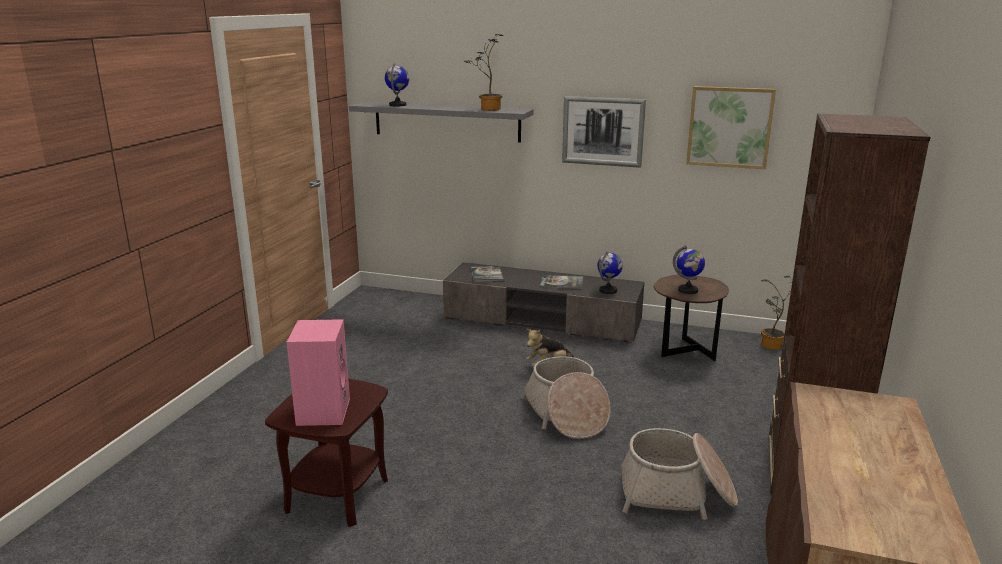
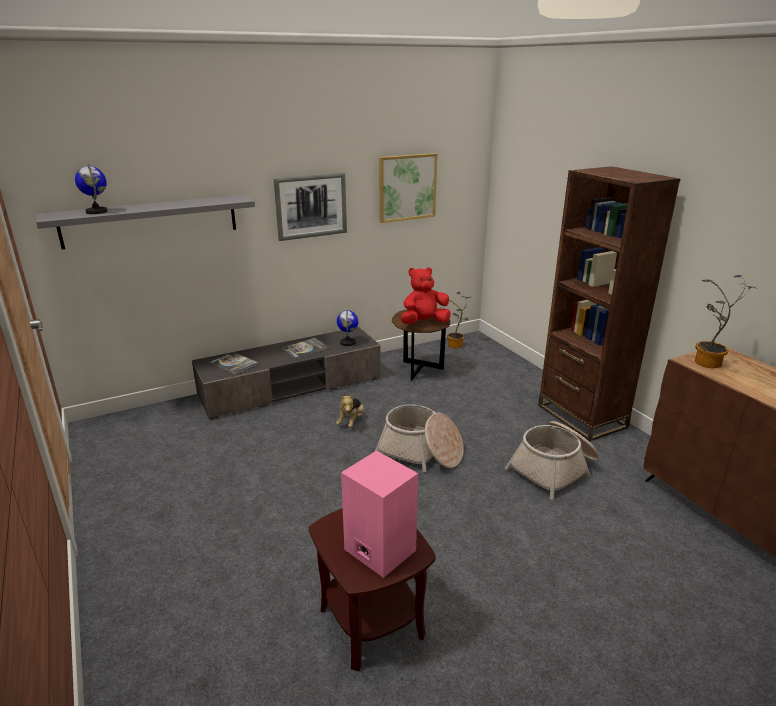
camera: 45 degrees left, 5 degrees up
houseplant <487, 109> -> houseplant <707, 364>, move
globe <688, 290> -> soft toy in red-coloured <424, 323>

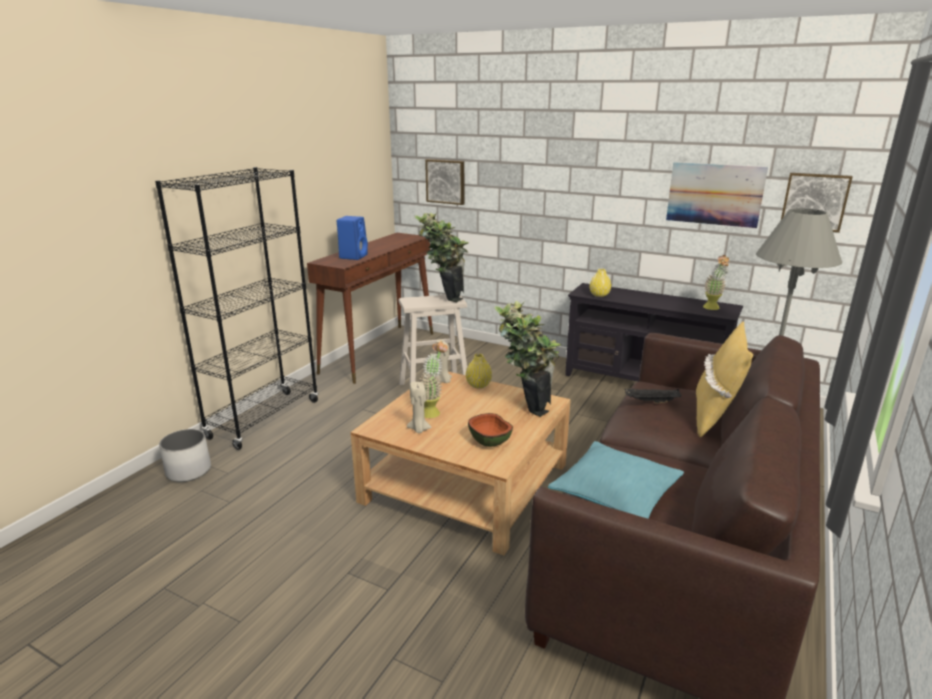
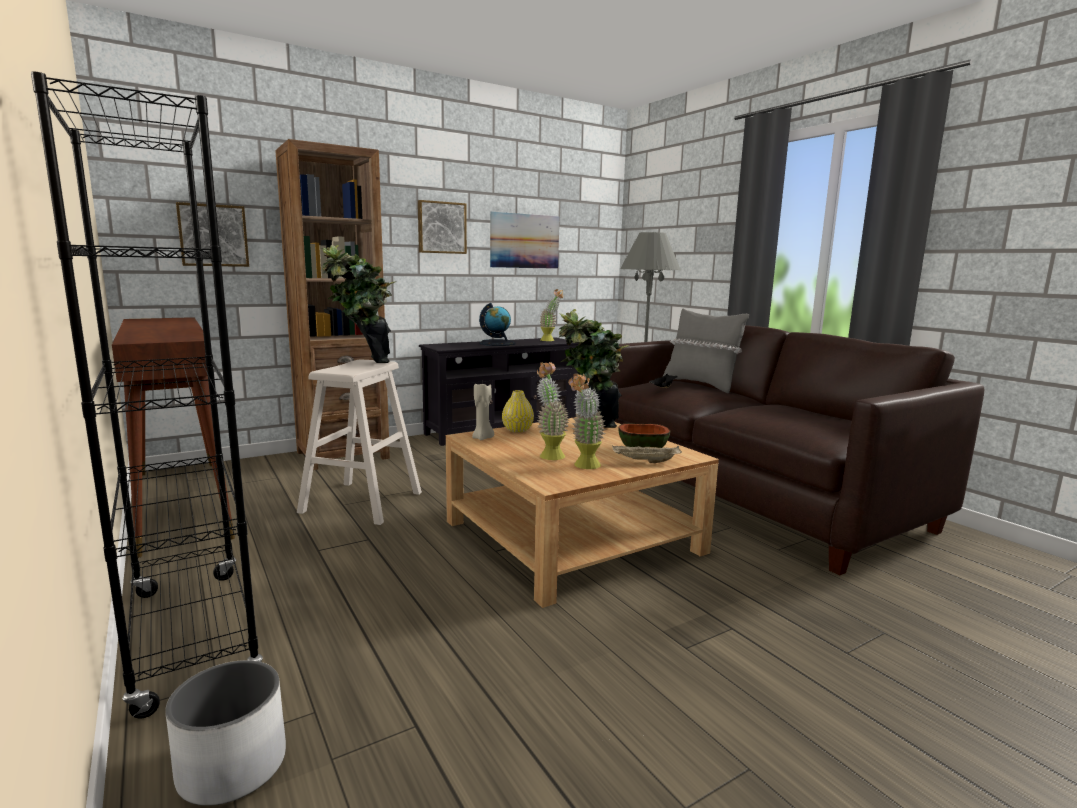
camera: 60 degrees left, 10 degrees down
wall art <814, 201> -> wall art <441, 227>, move
speaker in bluish <353, 256> -> none
flower vase in yellow-coloured <599, 295> -> none
pillow in yellow-coloured <714, 417> -> pillow in greyish <700, 385>
wax candle in sand-coloured <419, 429> -> houseplant <584, 467>
pillow in turquoise-coloured <615, 493> -> none
none -> bookcase in brown-coloured <342, 455>
none -> globe <497, 343>
none -> serving tray in sand-coloured <645, 462>

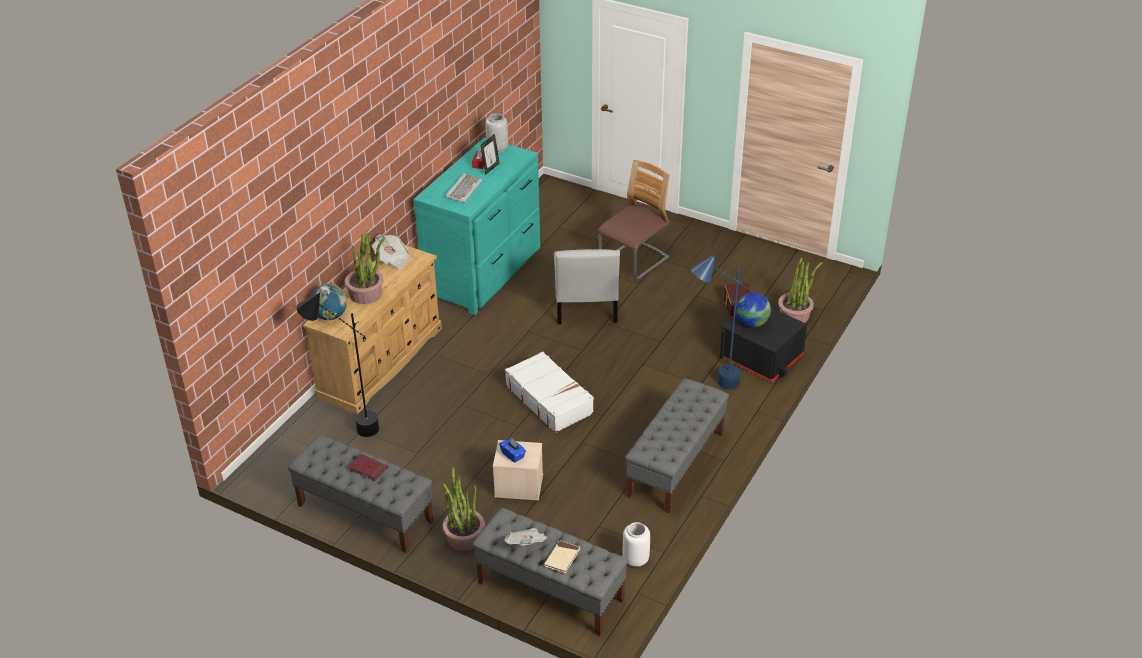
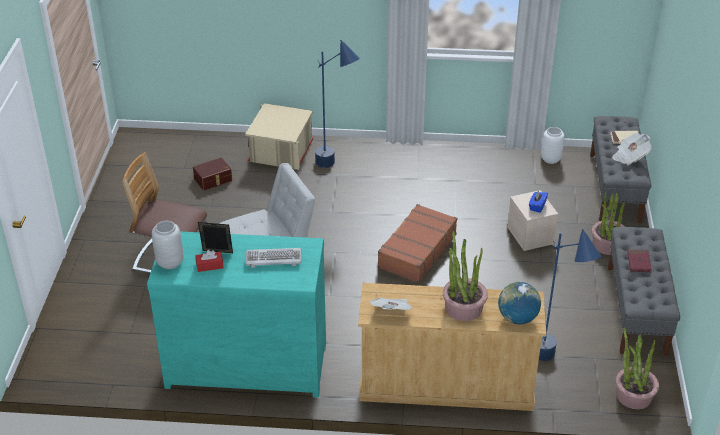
camera: 115 degrees left, 0 degrees up
houseplant <794, 315> -> houseplant <633, 395>, move
globe <751, 323> -> none
floor lamp in black-coloured <348, 429> -> floor lamp in bluish <554, 365>
storage container in black-coloured <761, 356> -> storage container in sand-coloured <280, 152>
suitcase in whitish <549, 399> -> suitcase in brown-coloured <416, 251>
indoor bench in greyish <676, 465> -> none

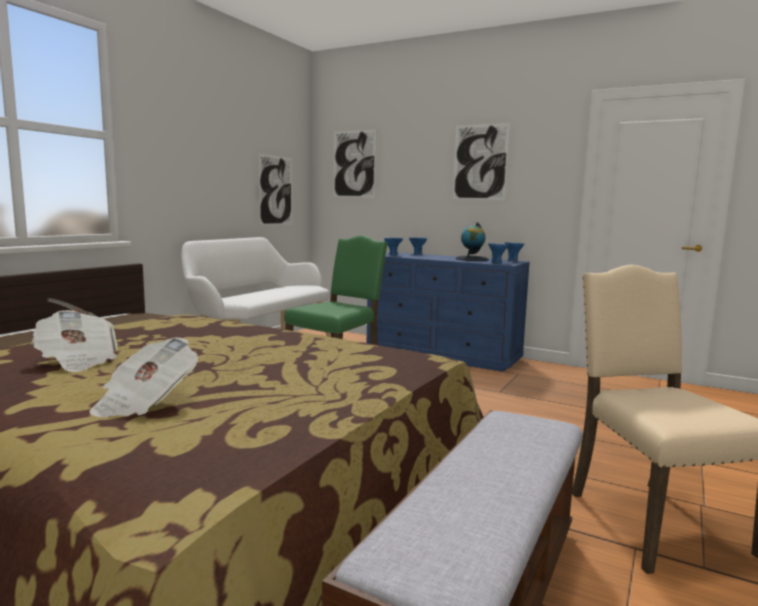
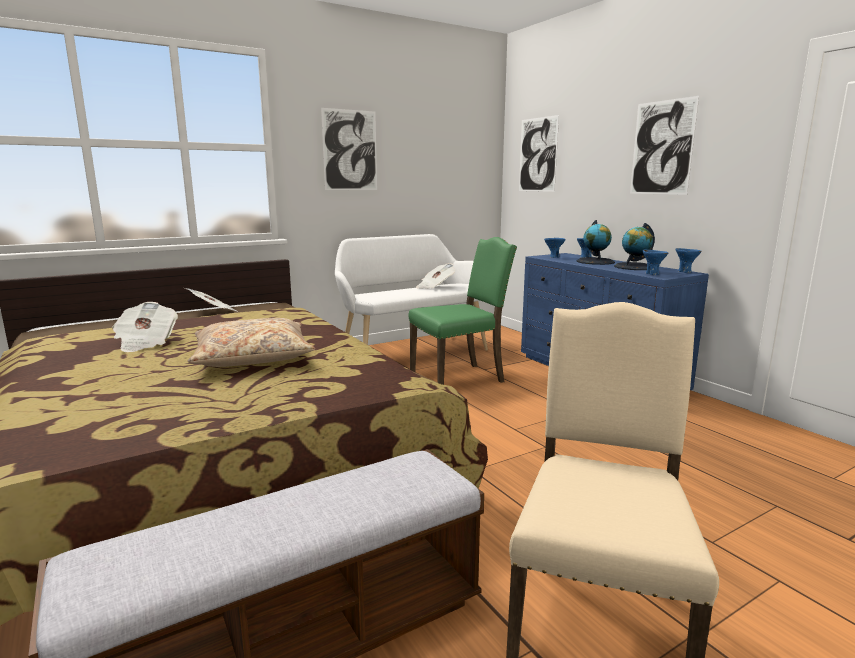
camera: 30 degrees right, 5 degrees up
wall art <275, 190> -> wall art <350, 150>, move
daily paper <145, 403> -> daily paper <435, 287>, move
none -> globe <595, 261>
none -> pillow in sand-coloured <252, 357>

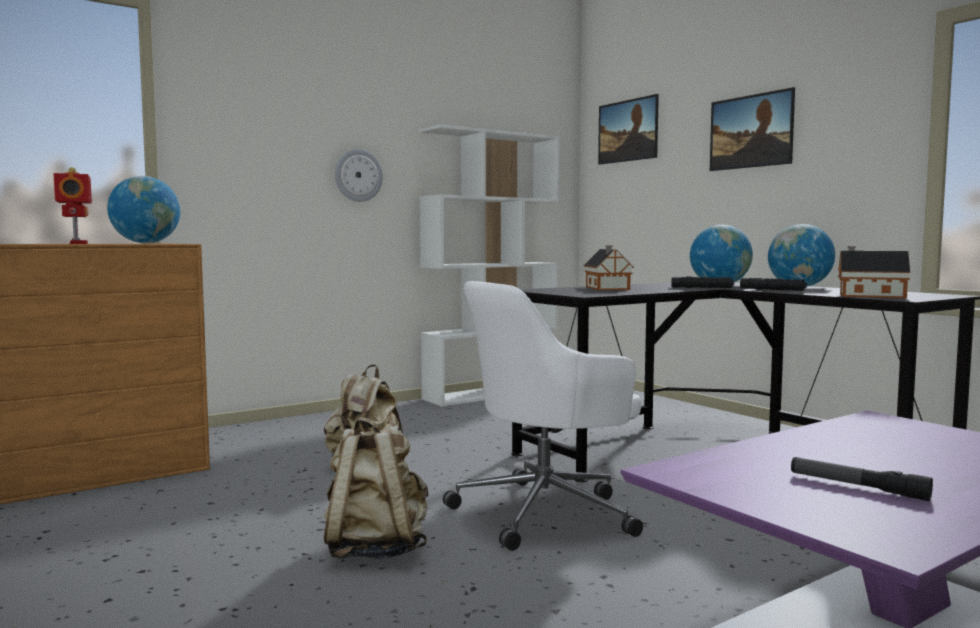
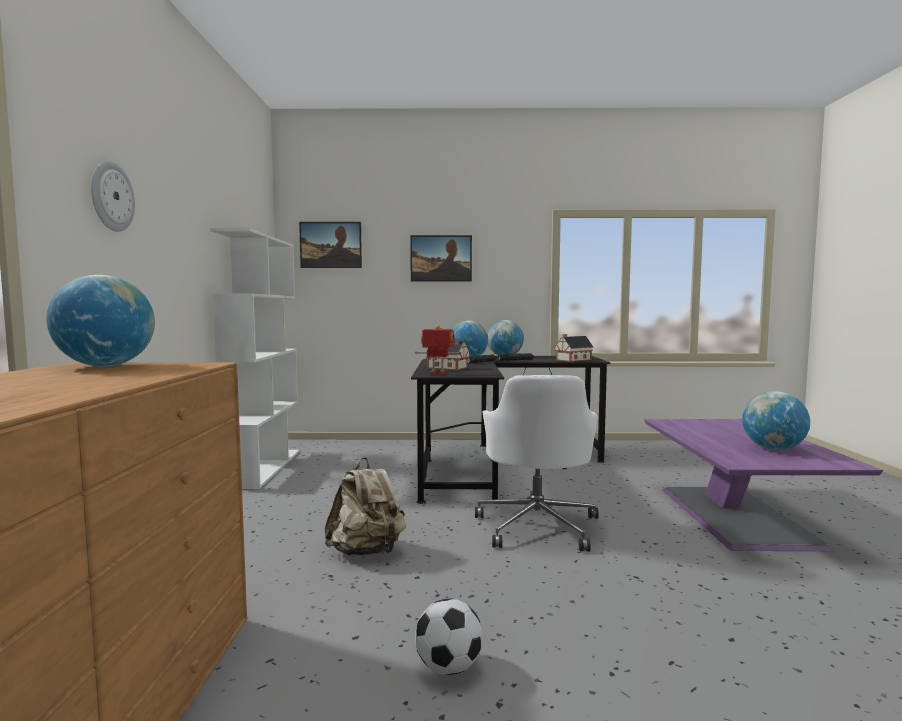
camera: 55 degrees left, 0 degrees up
wall clock <358, 175> -> wall clock <111, 197>, move
robot figure <76, 243> -> robot figure <438, 373>, move
knapsack in sand-coloured <375, 550> -> none
torch <857, 487> -> globe <773, 449>
none -> football ball <448, 667>

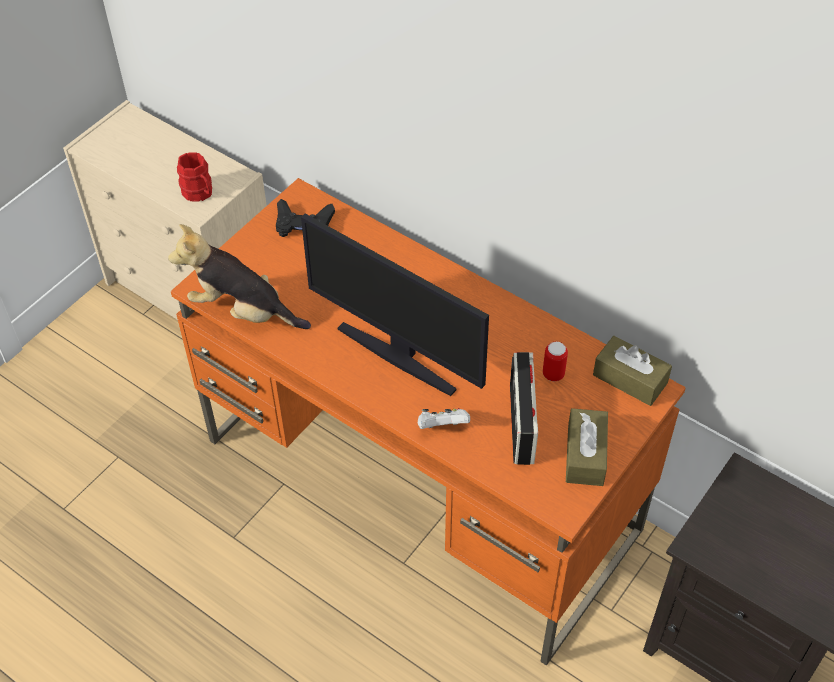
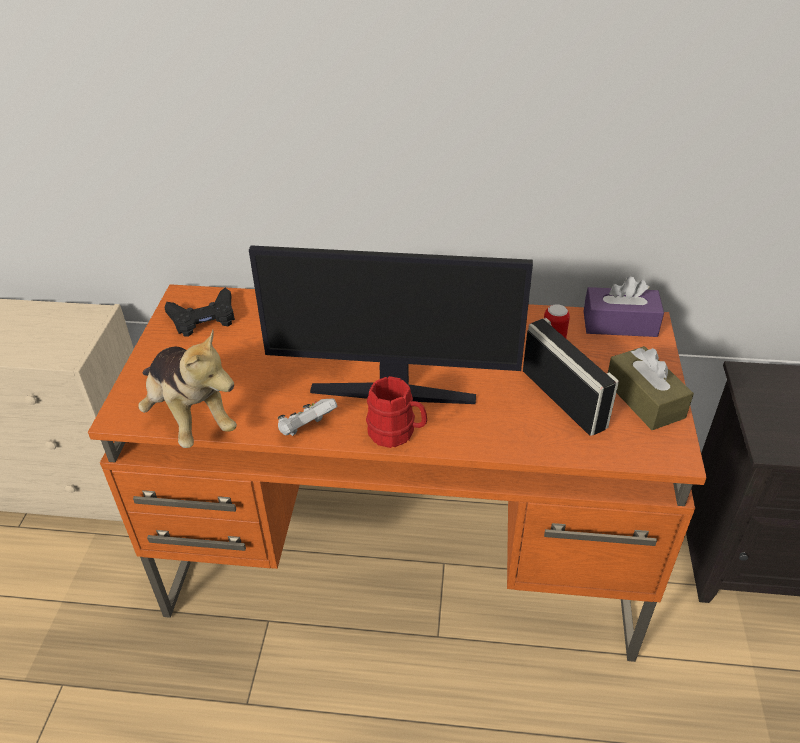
camera: 30 degrees left, 10 degrees down
tea mug in red-coloured <200, 193> -> tea mug in red-coloured <397, 433>, move
soft toy <242, 311> -> soft toy <190, 417>, 120 degrees counterclockwise
tissue box in brown-coloured <630, 379> -> tissue box in purplish <619, 324>
game controller in whitish <442, 427> -> game controller in whitish <306, 429>, move

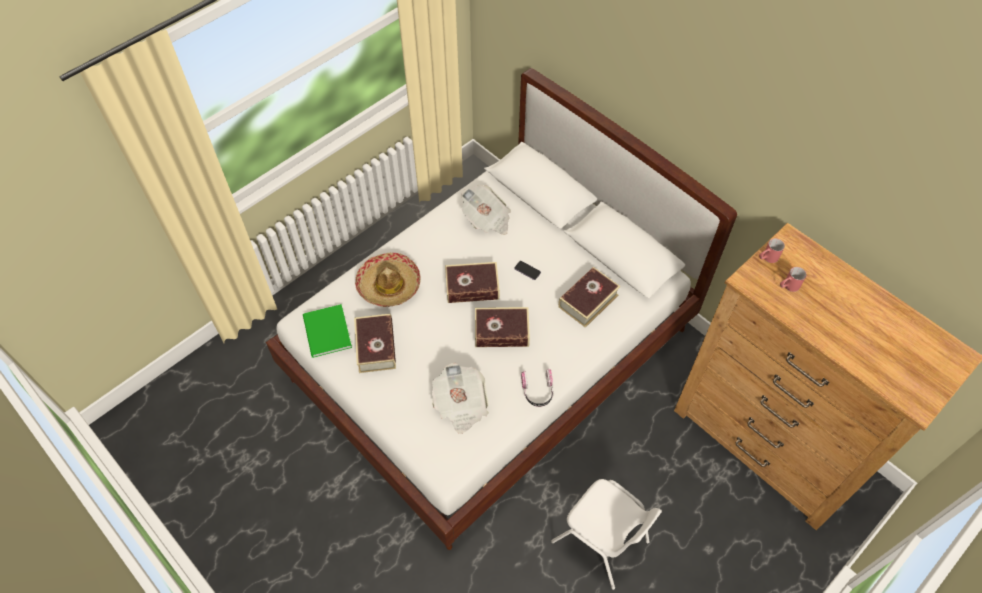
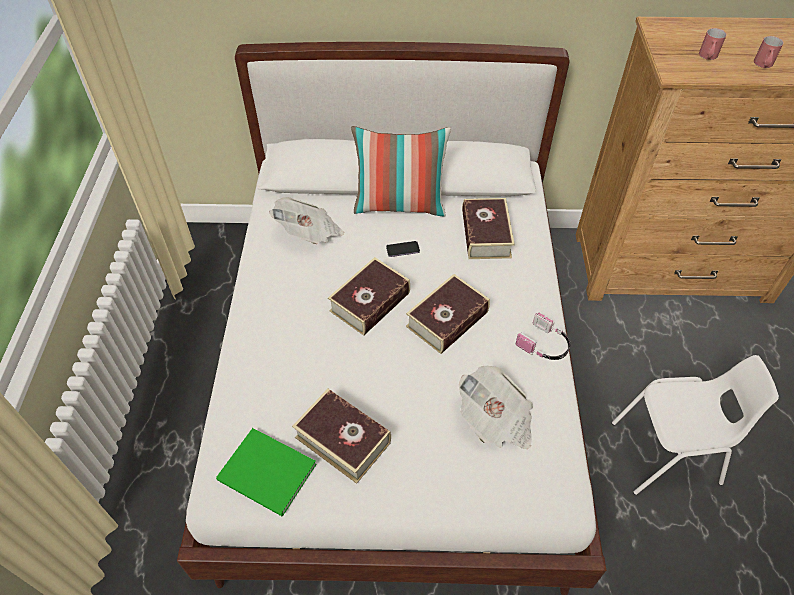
camera: 45 degrees left, 5 degrees down
tea mug in red-coloured <767, 258> -> tea mug in red-coloured <763, 65>, move
clothing hat <389, 285> -> none
none -> pillow <400, 205>

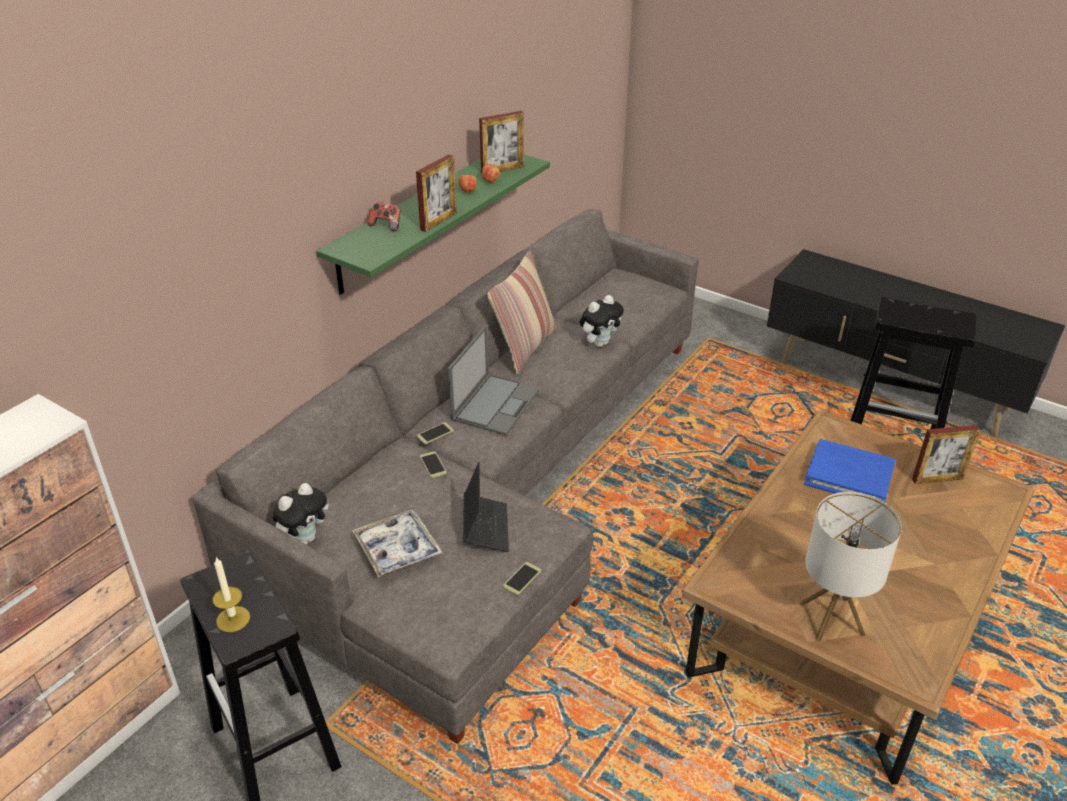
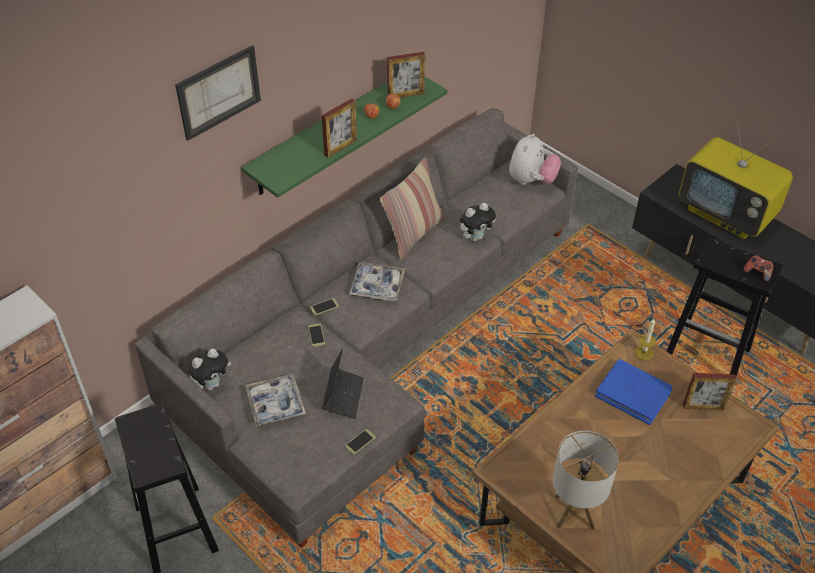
camera: 10 degrees right, 10 degrees up
game controller <386, 225> -> game controller <757, 273>, move
portable computer <496, 404> -> serving tray <377, 286>
wax candle <233, 619> -> wax candle <644, 352>, move
none -> wall art <218, 92>
none -> television <727, 214>
none -> soft toy <531, 180>

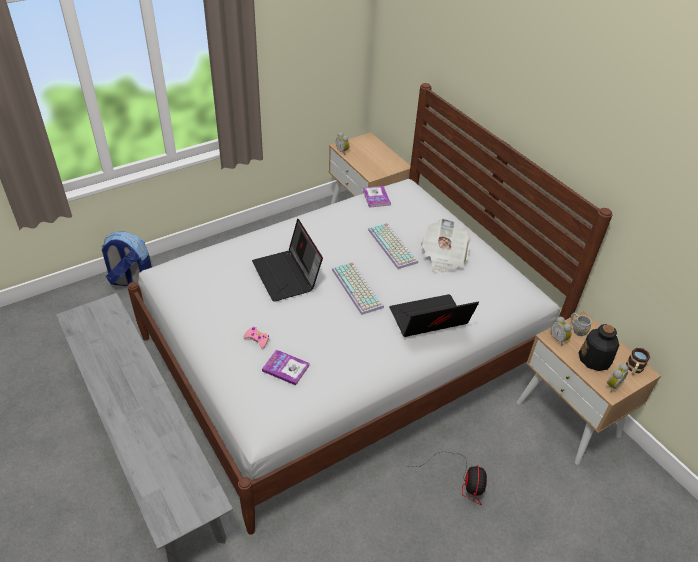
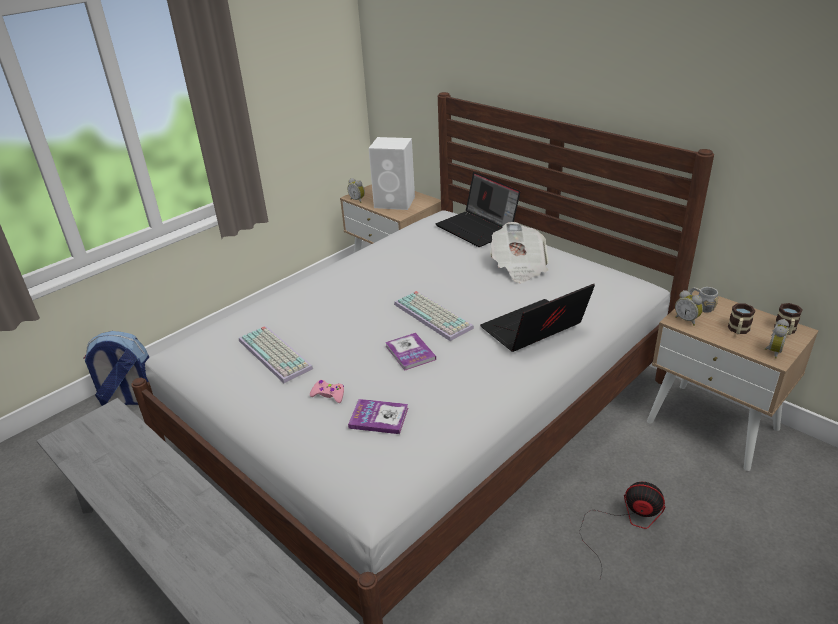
camera: 10 degrees left, 10 degrees down
volume <376, 197> -> volume <410, 352>, move
portable computer <287, 275> -> portable computer <478, 228>, move
keyboard <394, 246> -> keyboard <277, 354>, move
bottle <595, 359> -> tea mug <738, 330>
cooling fan <461, 480> -> cooling fan <624, 524>, 60 degrees counterclockwise
none -> speaker in whitish <395, 202>

